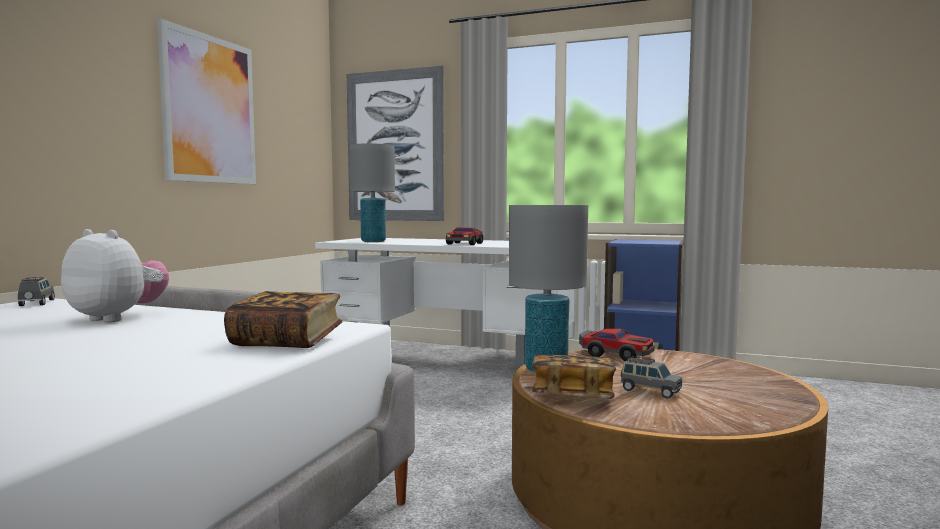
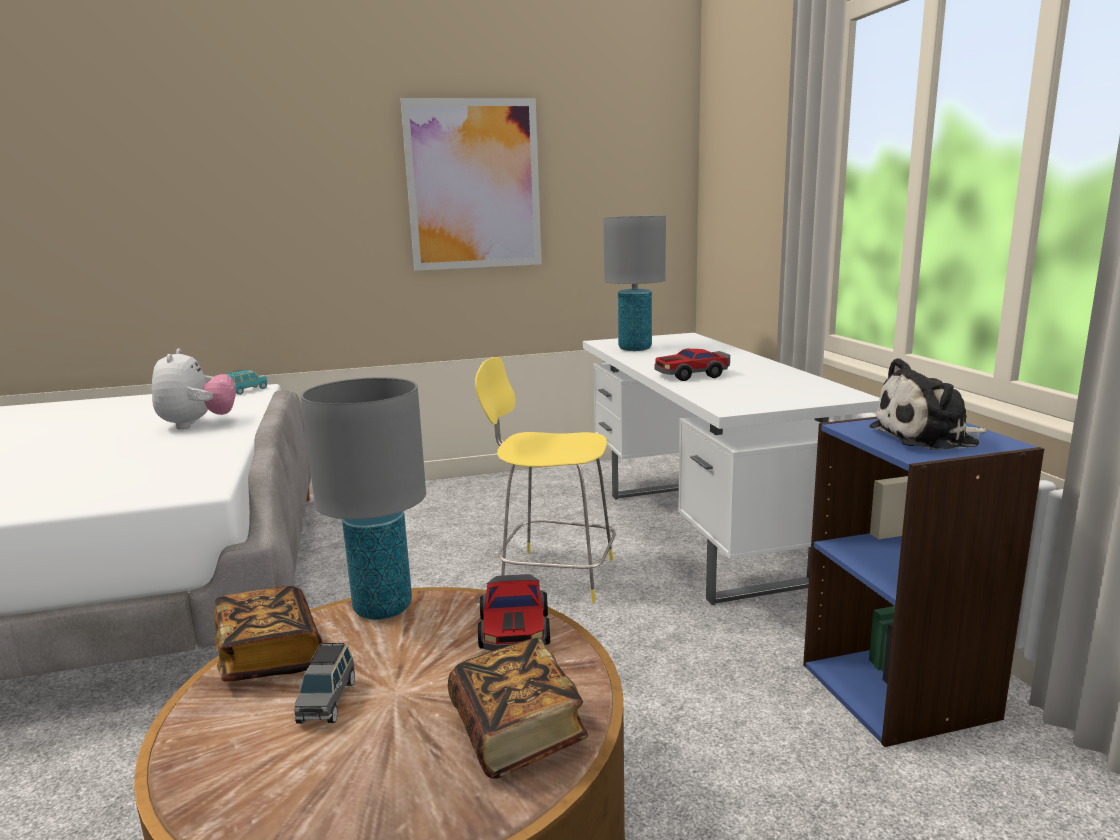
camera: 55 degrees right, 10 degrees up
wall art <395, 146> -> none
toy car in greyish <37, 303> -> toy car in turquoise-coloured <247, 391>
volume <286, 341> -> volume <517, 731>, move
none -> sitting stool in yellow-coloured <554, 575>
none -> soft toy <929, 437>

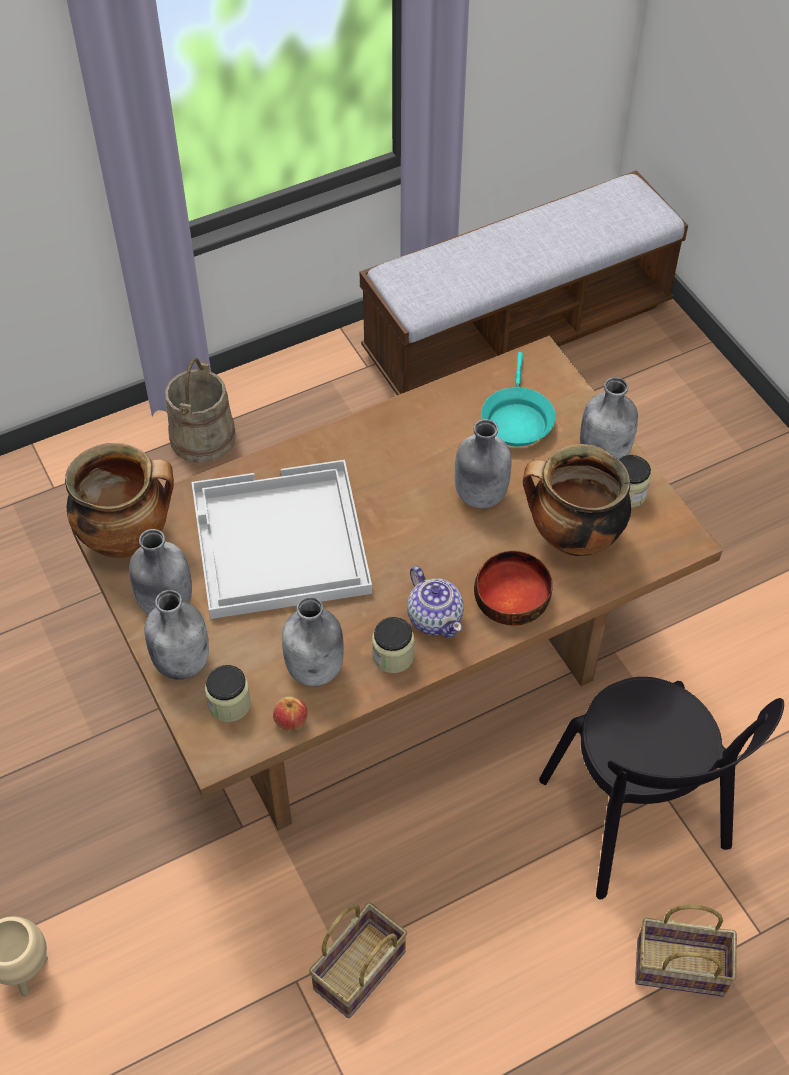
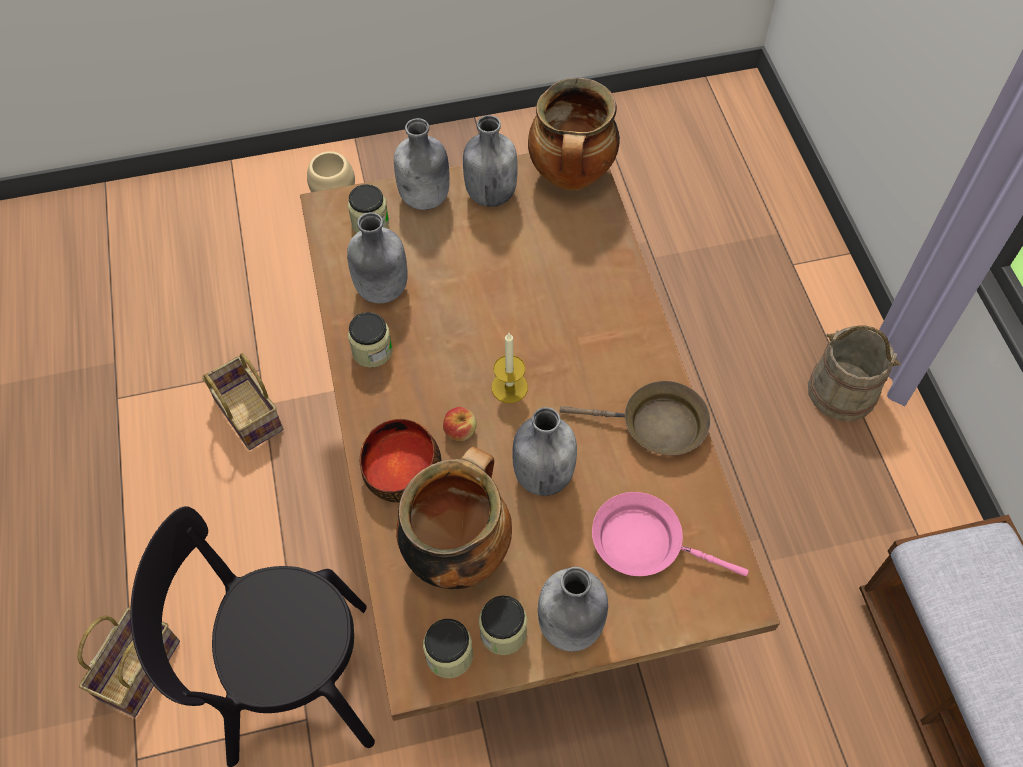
camera: 105 degrees right, 5 degrees up
skillet in turquoise-coloured <516, 419> -> skillet in pink-coloured <644, 542>
serving tray in whitish <278, 543> -> none
teapot <435, 617> -> none
whole apple <291, 720> -> whole apple <460, 431>, move
none -> wax candle <509, 387>
none -> skillet in brown-coloured <656, 425>
none -> storage jar <449, 655>

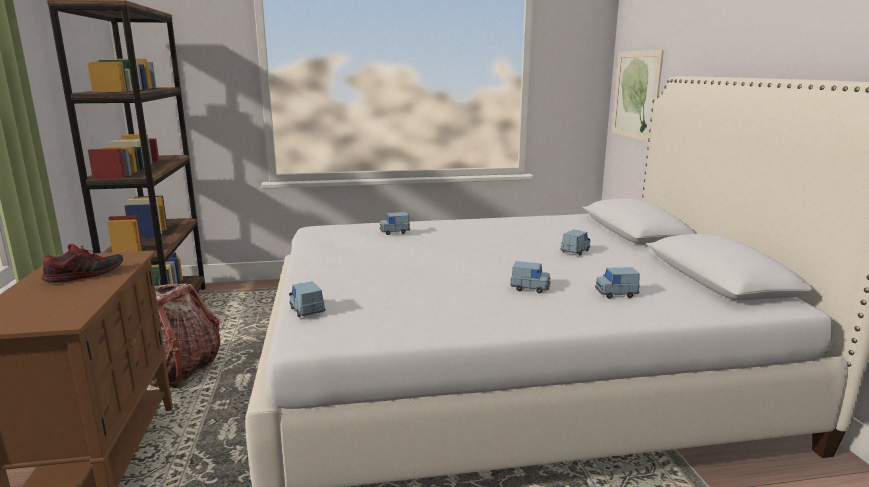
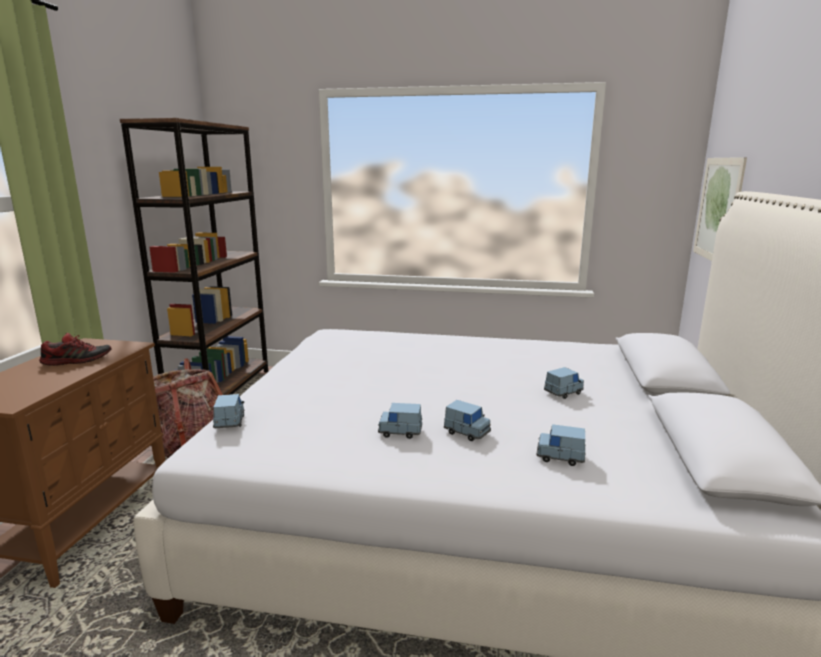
camera: 20 degrees right, 0 degrees up
toy car in bluish <394, 232> -> toy car in bluish <400, 432>, move

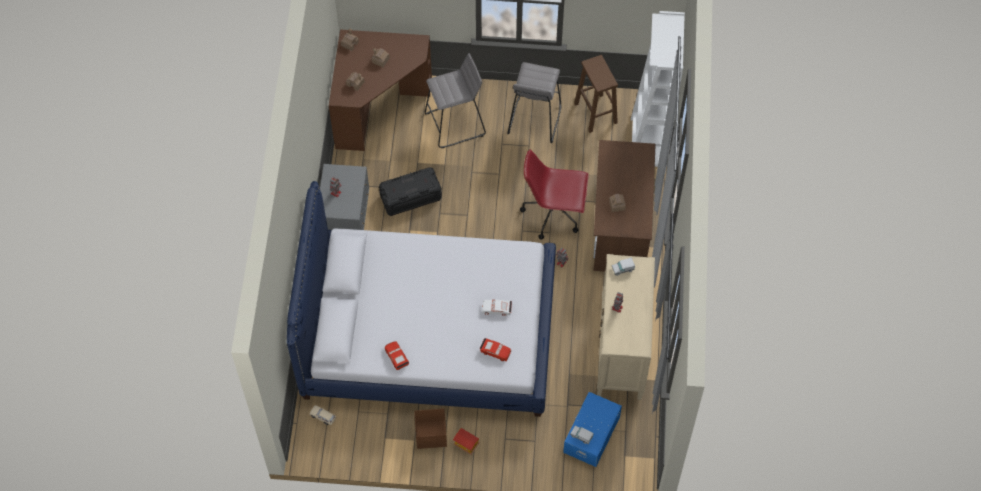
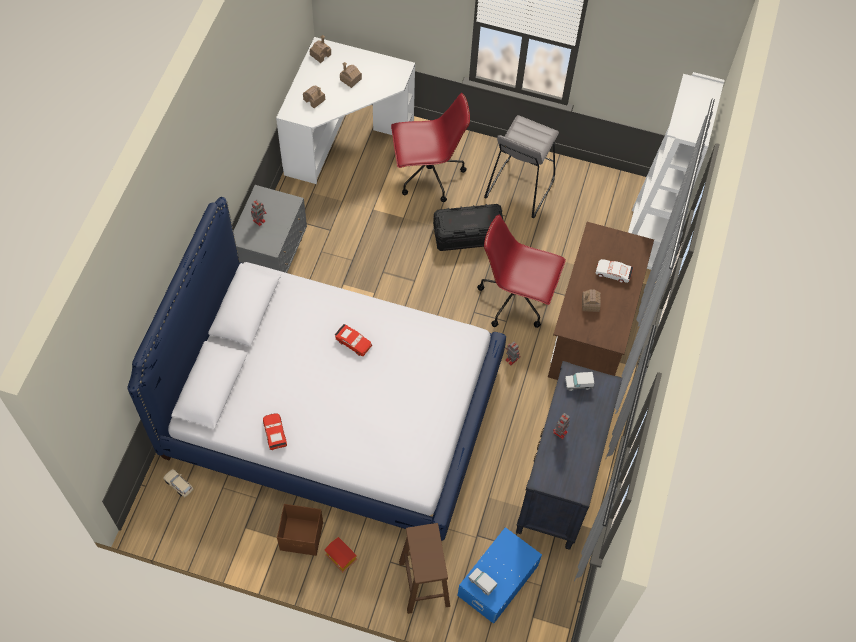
camera: 10 degrees right, 0 degrees up
desk table in brown-coloured <377, 108> -> desk table in whitish <344, 140>
sitting stool in greyish <455, 124> -> desk chair in red-coloured <428, 175>
sitting stool in brown-coloured <596, 113> -> sitting stool in brown-coloured <424, 585>, move
storage container in black-coloured <411, 197> -> storage container in black-coloured <468, 235>, move
drawer chest in sand-coloured <621, 351> -> drawer chest in black-coloured <559, 483>
toy car in whitish <496, 309> -> toy car in whitish <613, 273>, move
toy car in red-coloured <495, 351> -> toy car in red-coloured <353, 342>, move

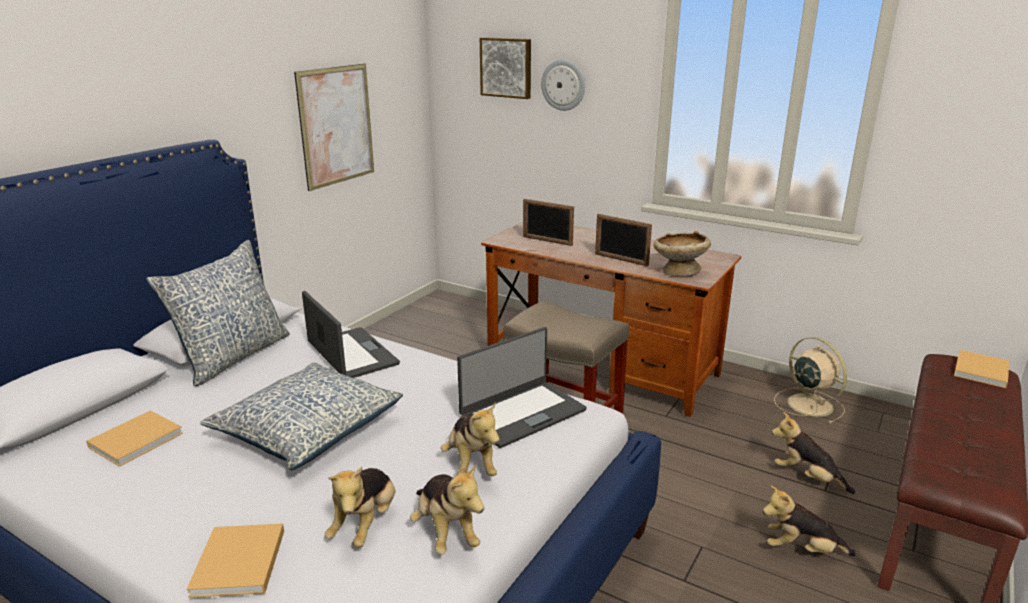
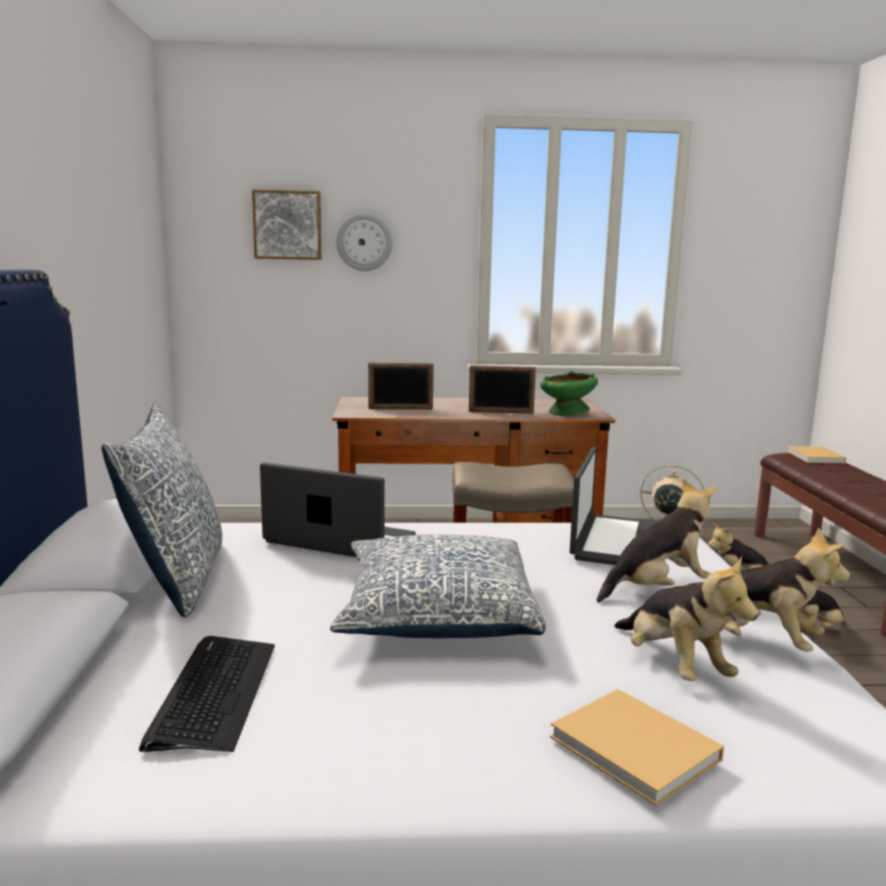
camera: 35 degrees left, 10 degrees down
wall art <336, 125> -> none
deep dish in sand-coloured <678, 272> -> deep dish in green-coloured <567, 413>
soft toy <471, 464> -> soft toy <657, 589>, 60 degrees counterclockwise
volume in sand-coloured <138, 439> -> keyboard <213, 693>

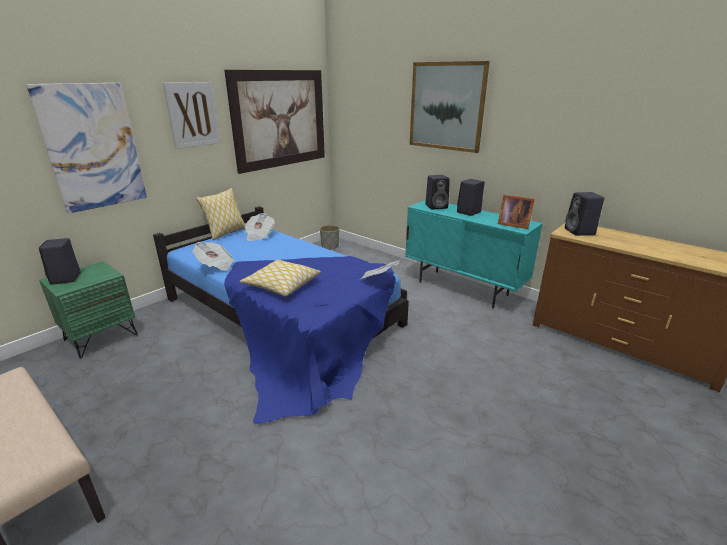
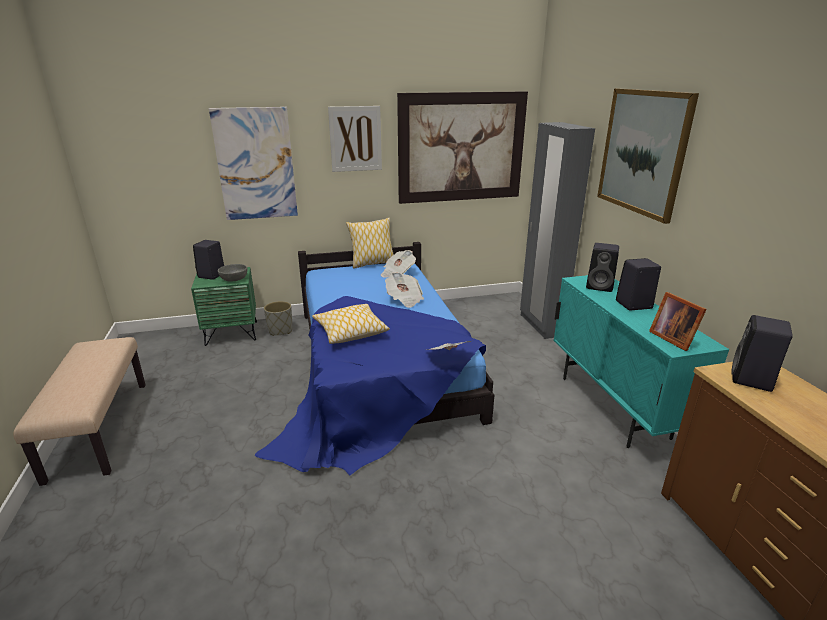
camera: 35 degrees right, 0 degrees up
flower pot in greyish <330, 246> -> flower pot in greyish <280, 330>, move
daily paper <215, 265> -> daily paper <404, 299>, move
none -> wardrobe in greyish <541, 325>
none -> deep dish in greyish <234, 279>

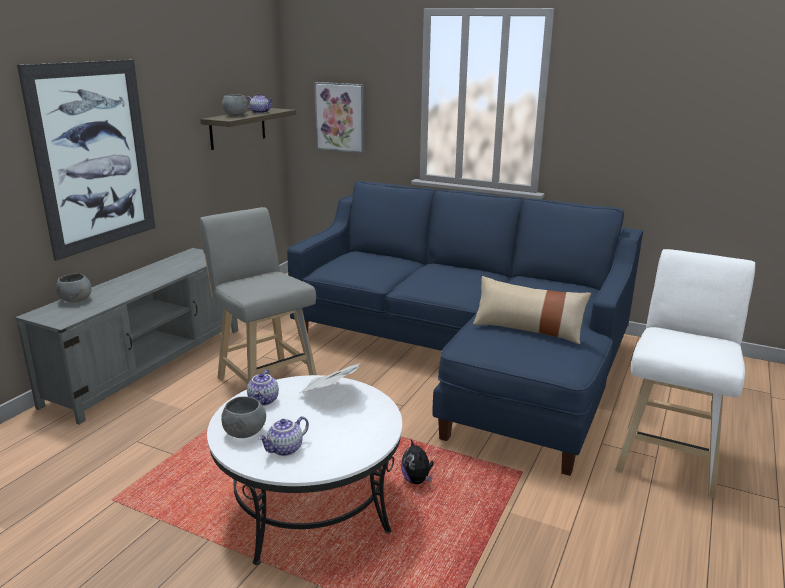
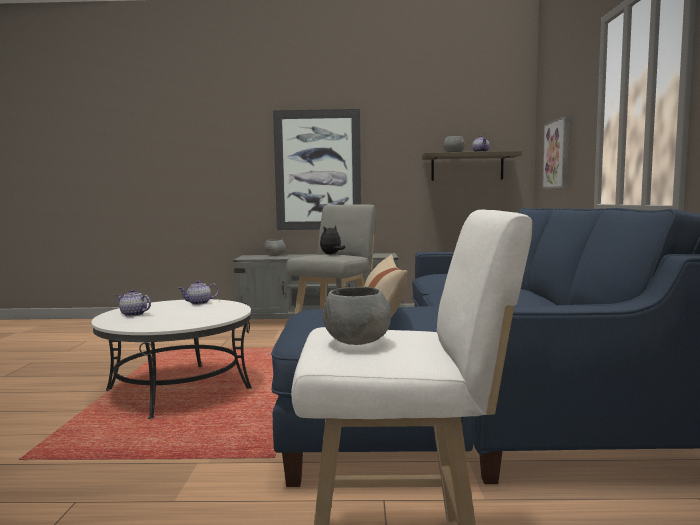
camera: 65 degrees right, 15 degrees down
daily paper <330, 393> -> none
deep dish in greyish <244, 433> -> deep dish in greyish <356, 342>, move
soft toy <417, 480> -> soft toy <331, 254>, move

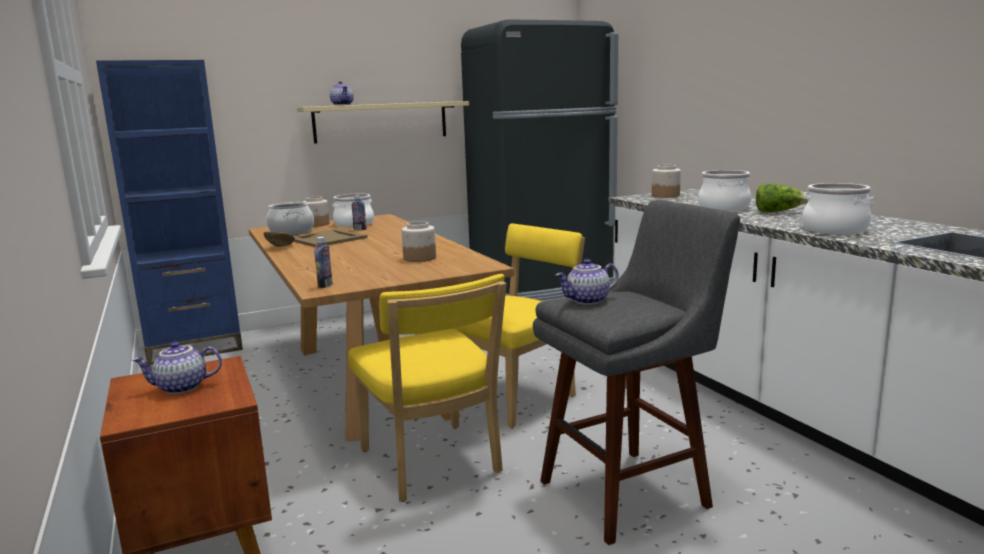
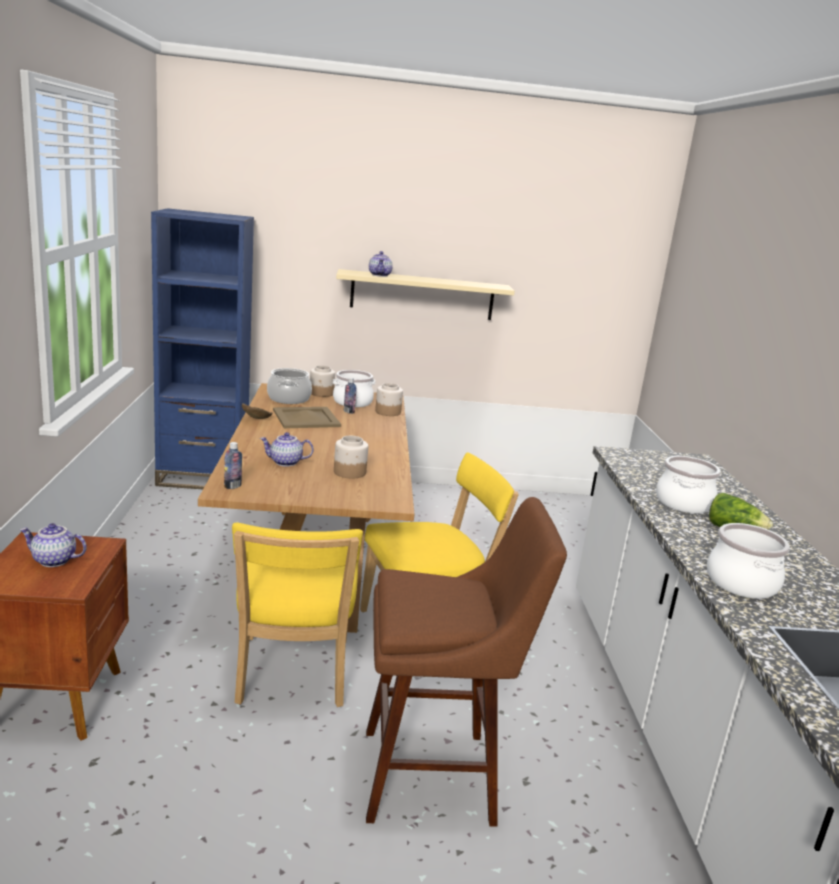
camera: 20 degrees right, 5 degrees up
kitchen fridge in black-coloured <543, 297> -> none
storage jar <666, 195> -> storage jar <388, 412>, move
sitting stool in greyish <630, 491> -> sitting stool in brown-coloured <436, 776>
teapot <588, 301> -> teapot <285, 462>, move

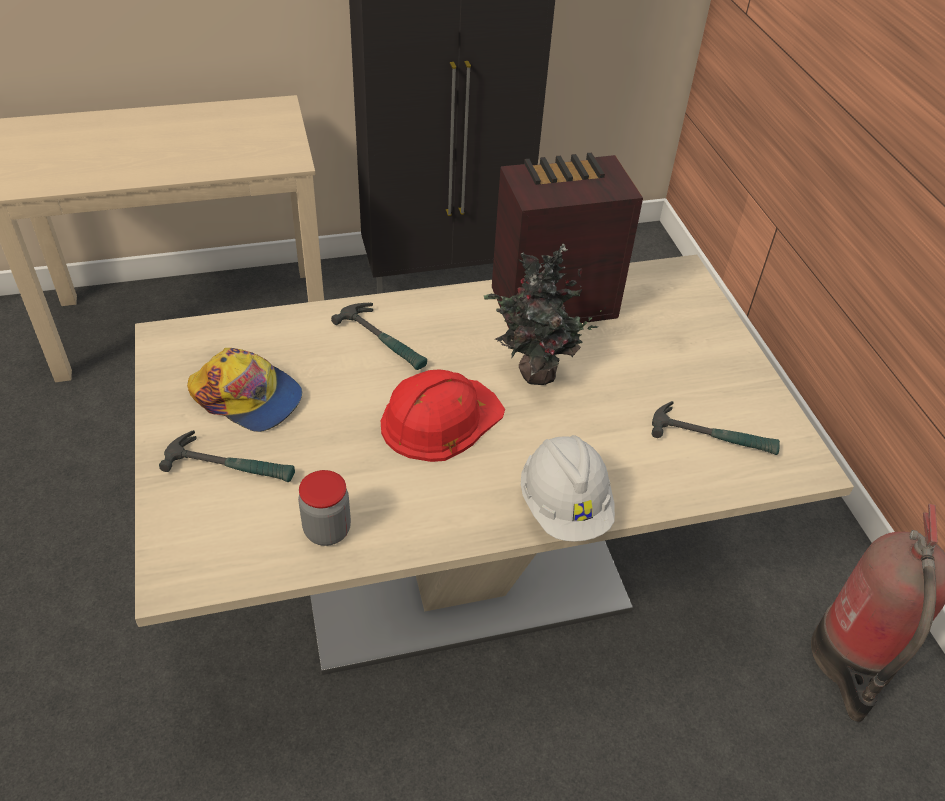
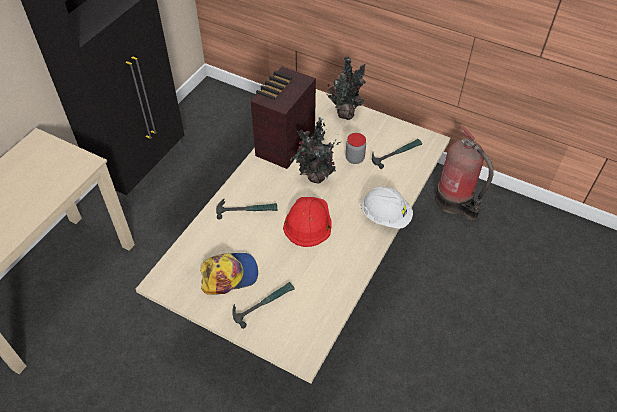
camera: 45 degrees left, 5 degrees up
storage jar <327, 530> -> storage jar <354, 158>, move
none -> houseplant <346, 113>

